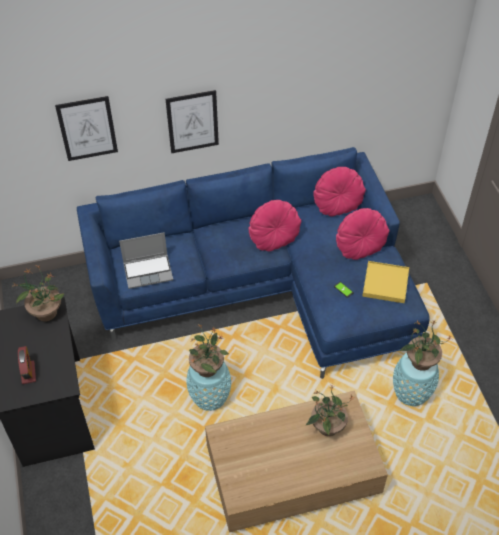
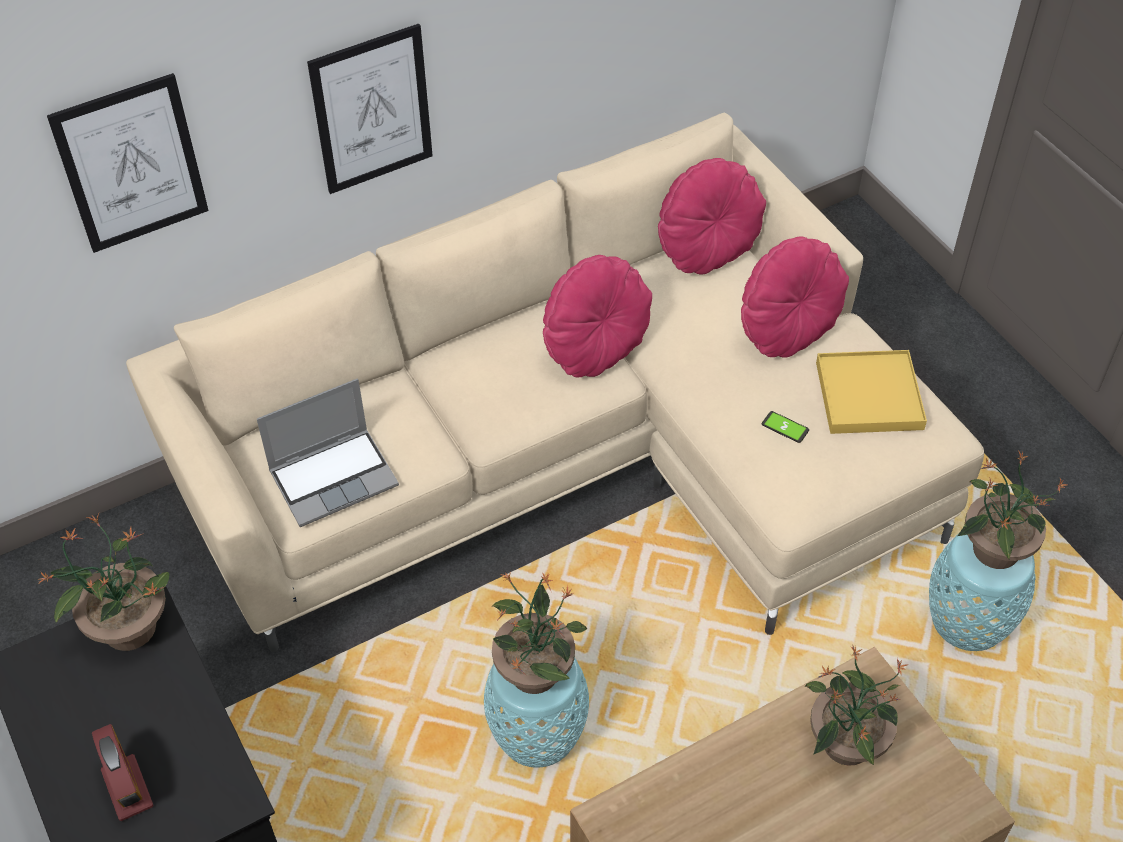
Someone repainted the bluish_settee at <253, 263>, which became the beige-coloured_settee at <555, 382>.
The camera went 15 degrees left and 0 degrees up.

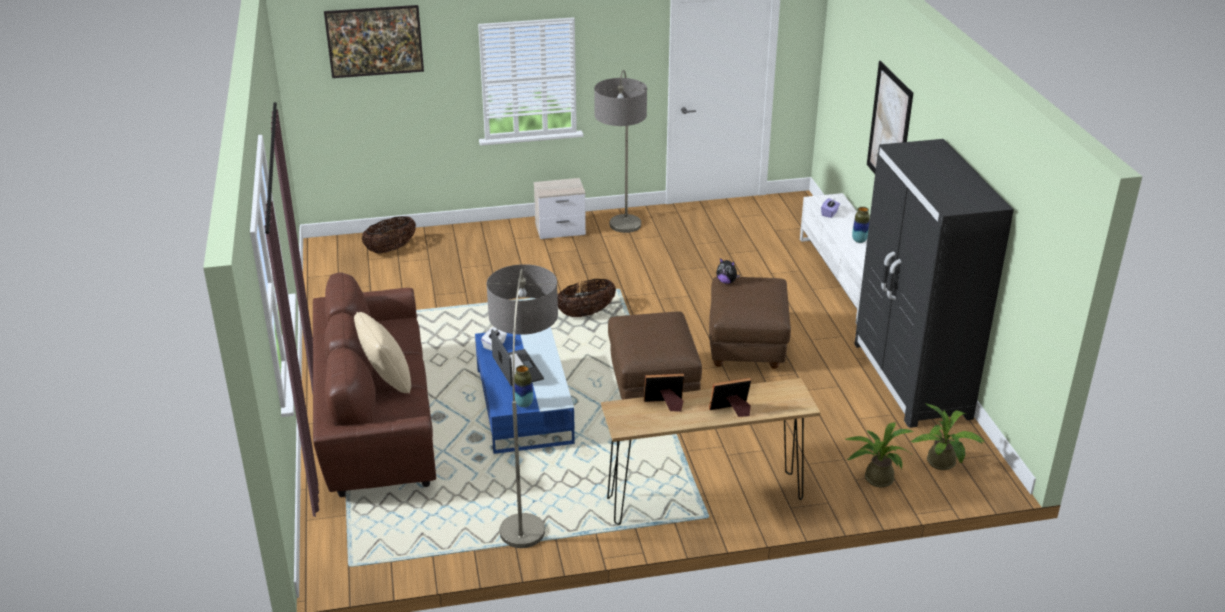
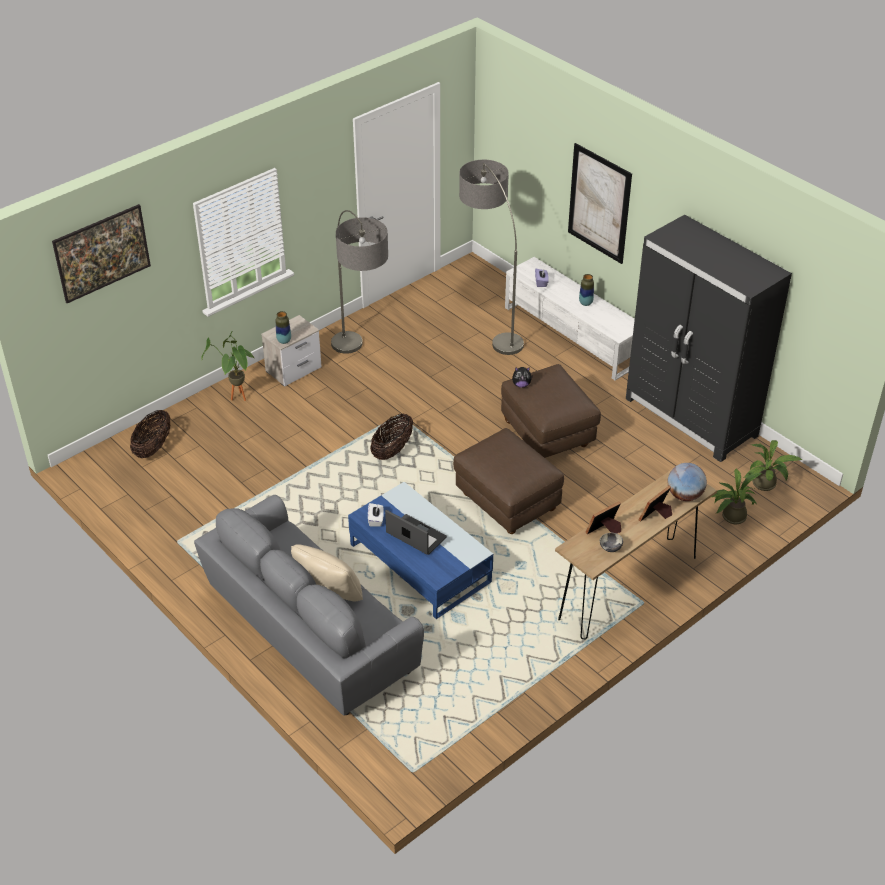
Someone repainted the brown-coloured_settee at <374, 384>, which became the greyish_settee at <309, 605>.
Someone put down the houseplant at <227, 365>.
Someone carried the flower_vase from <523, 386> to <283, 327>.
Someone carried the standing_lamp from <522, 406> to <491, 257>.
Someone put down the deep_dish at <611, 542>.
Someone put down the globe at <687, 482>.
The camera went 30 degrees left and 10 degrees up.

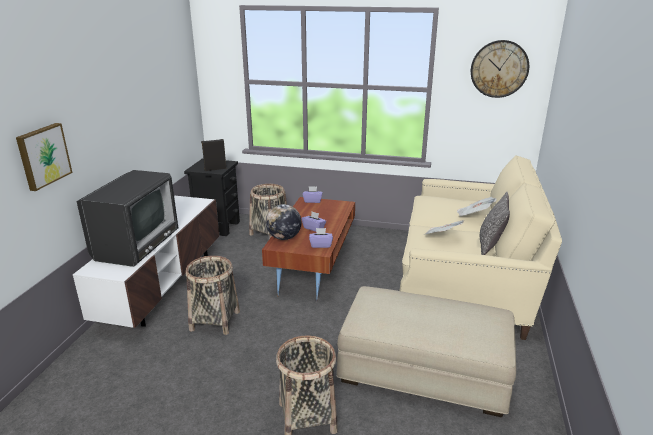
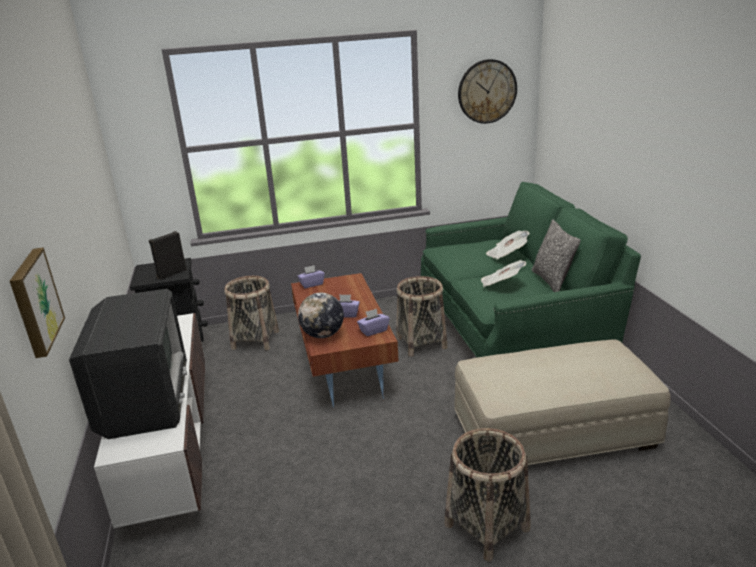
Someone carried the storage_basket from <213, 295> to <421, 316>.
Someone repainted the beige-coloured_settee at <480, 247>, which became the green-coloured_settee at <531, 270>.
The camera went 25 degrees left and 0 degrees up.

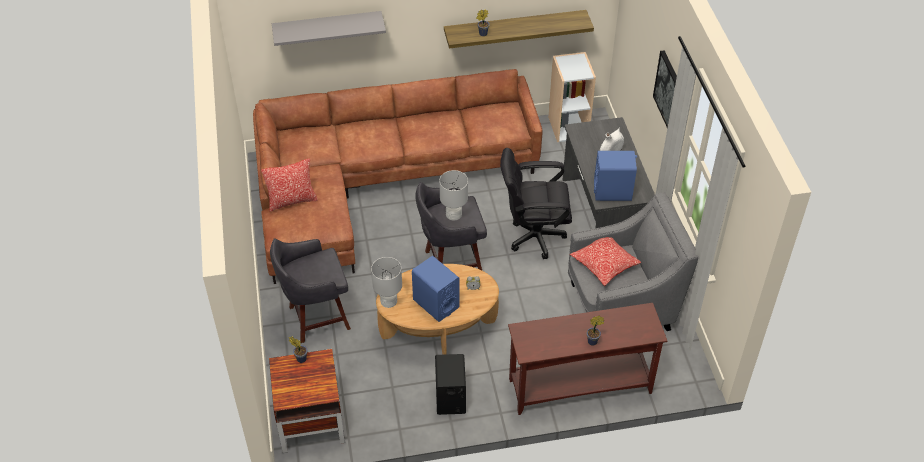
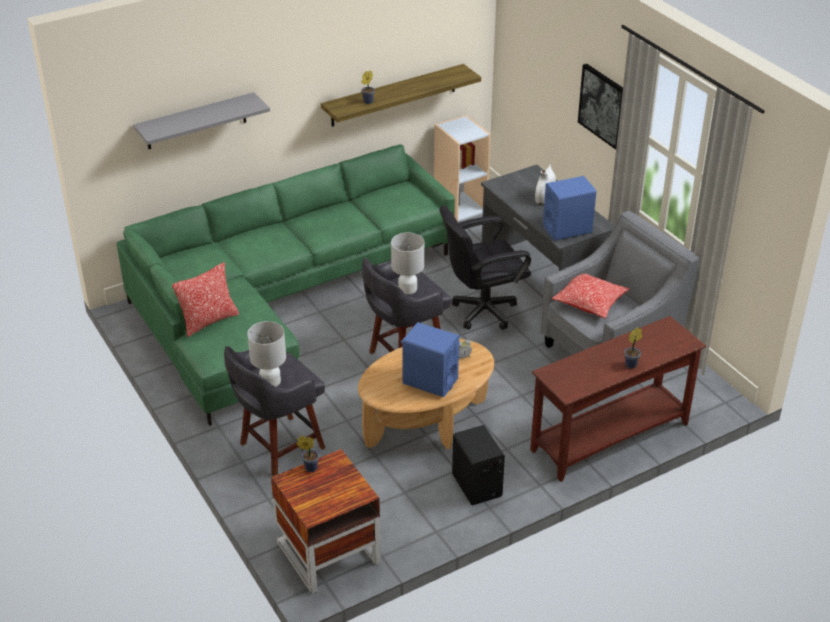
Someone repainted the brown-coloured_settee at <398, 176>, which became the green-coloured_settee at <286, 285>.
Someone carried the greyish_tabletop_lamp from <386, 282> to <266, 354>.
The camera went 20 degrees left and 10 degrees down.

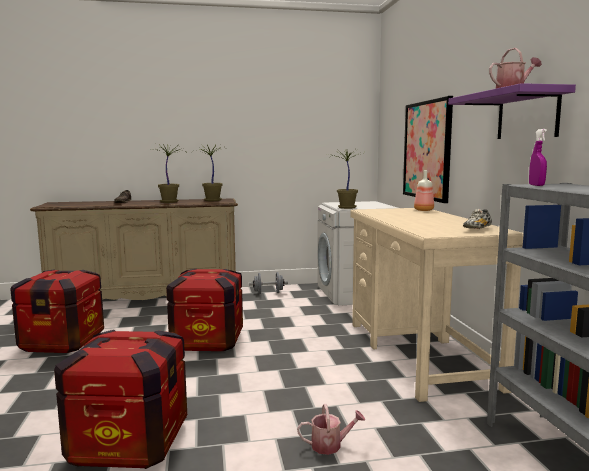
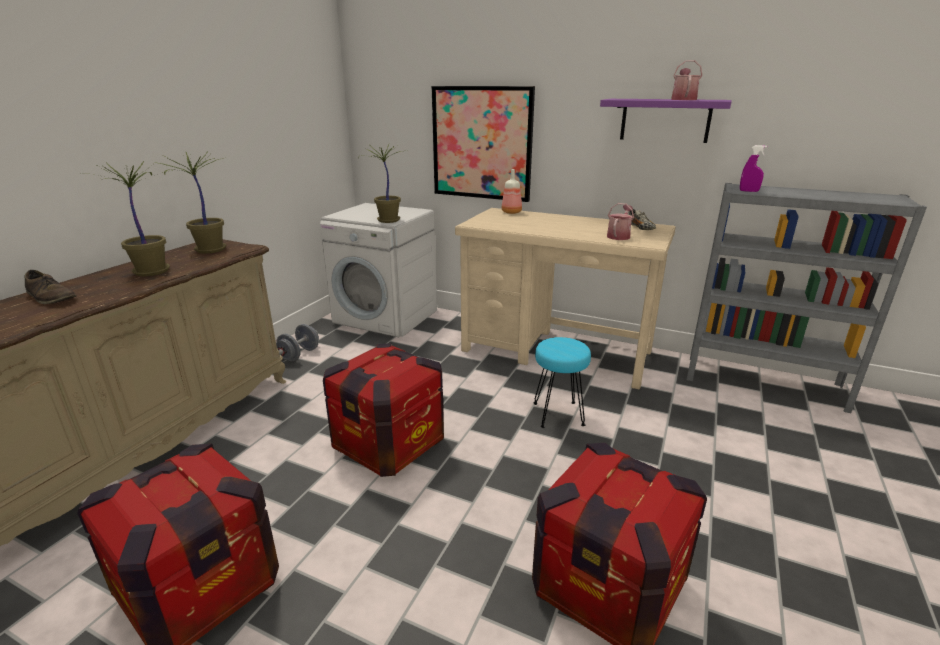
Someone put down the turquoise_stool at <562, 382>.
Someone carried the watering_can from <331, 429> to <620, 221>.
The camera went 55 degrees left and 15 degrees up.

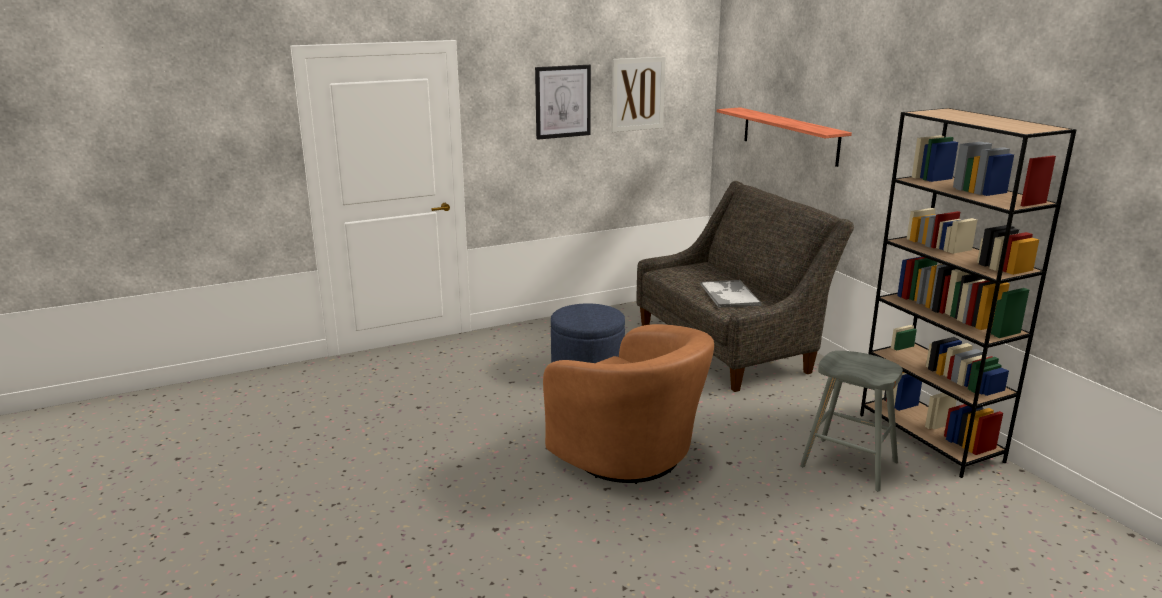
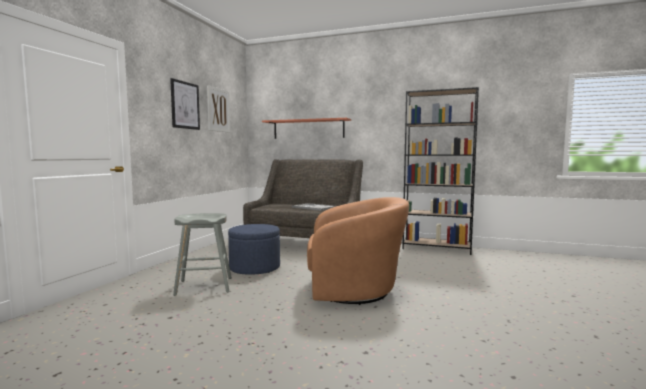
Someone carried the greyish_stool from <851, 421> to <202, 254>.
The camera went 45 degrees left and 15 degrees down.

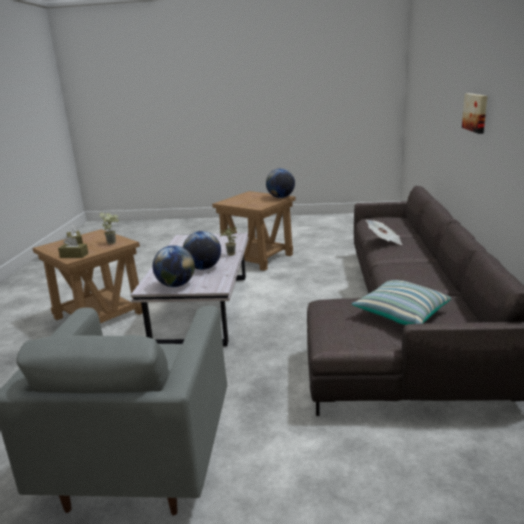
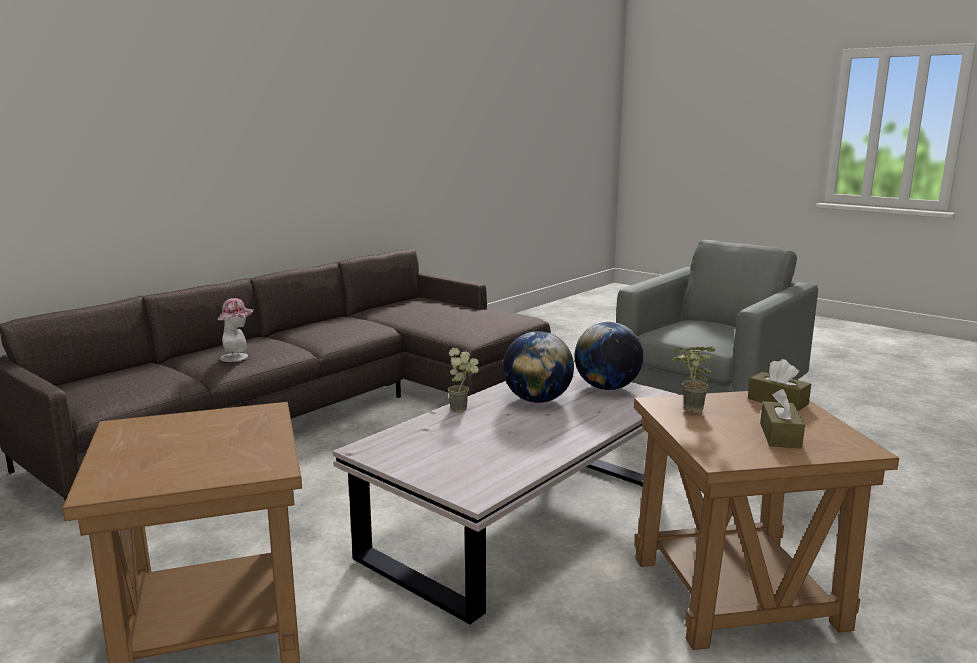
Someone swapped the printed_paper at <384, 232> for the wearable_hat at <235, 330>.
Someone took away the globe at <280, 183>.
Someone took away the throw_pillow at <401, 302>.
Someone took away the wall_art at <474, 113>.
The camera went 145 degrees left and 5 degrees down.

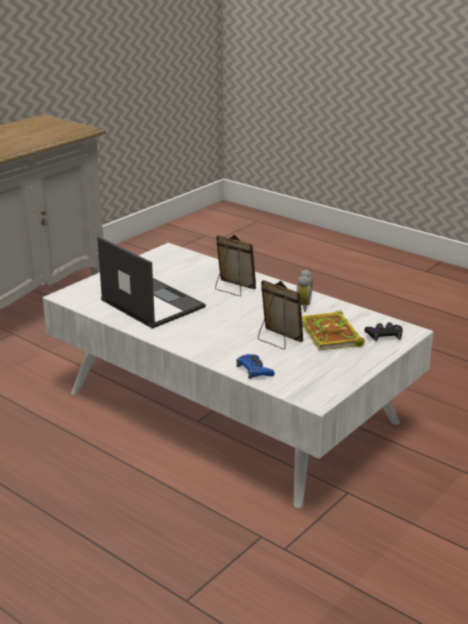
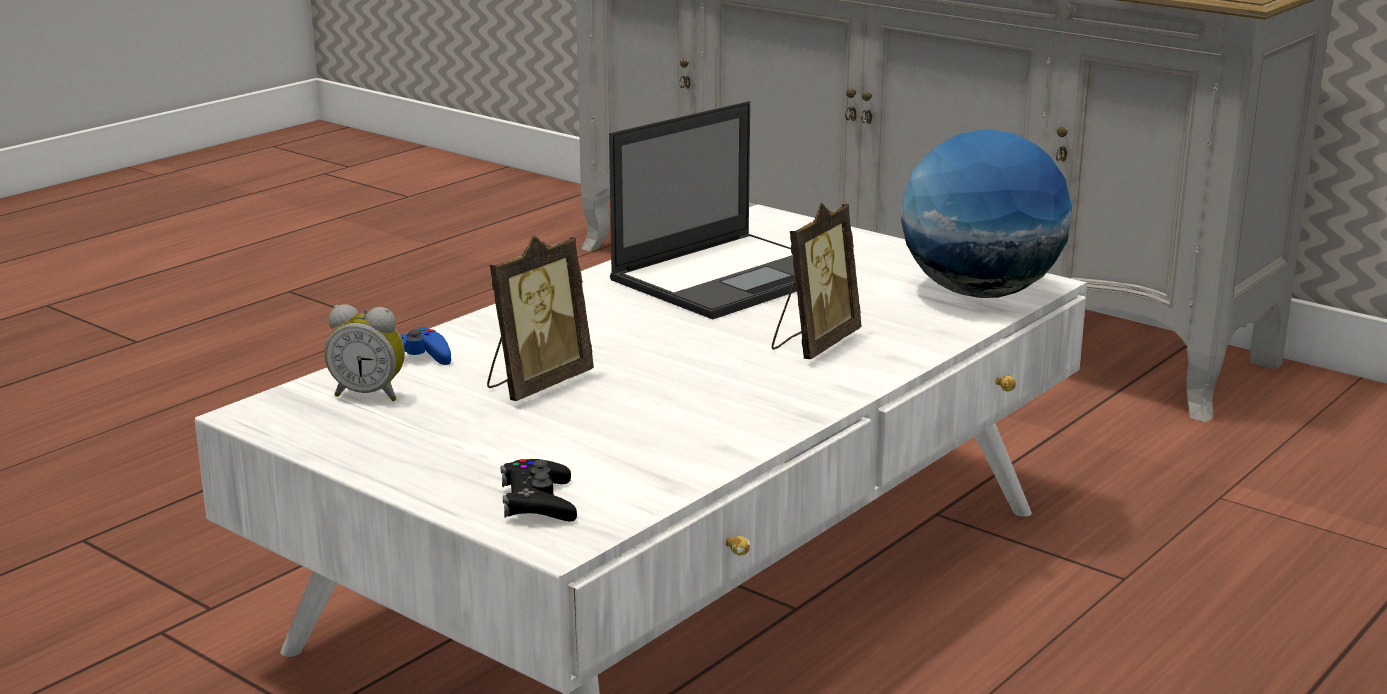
Someone carried the bedside_clock from <305, 290> to <364, 352>.
Someone put down the globe at <986, 213>.
Someone took away the volume at <333, 330>.
The camera went 90 degrees right and 5 degrees down.

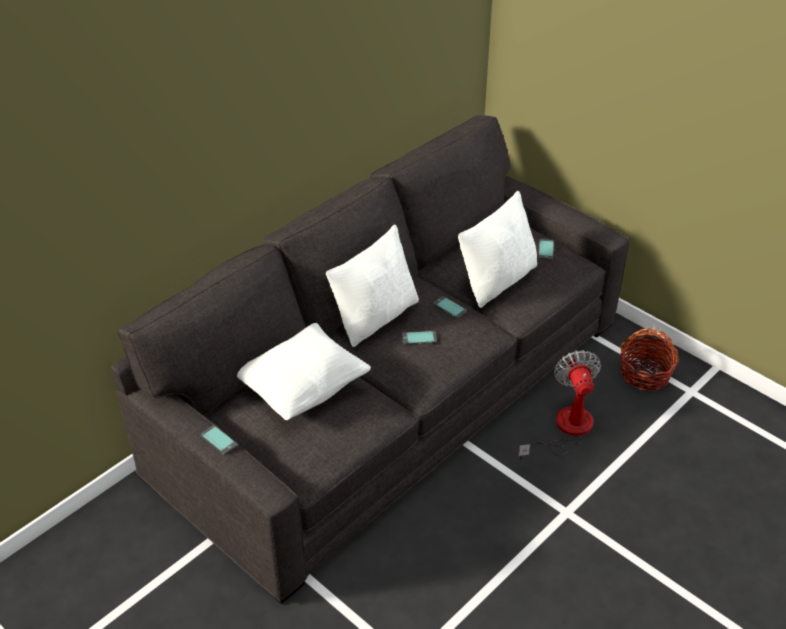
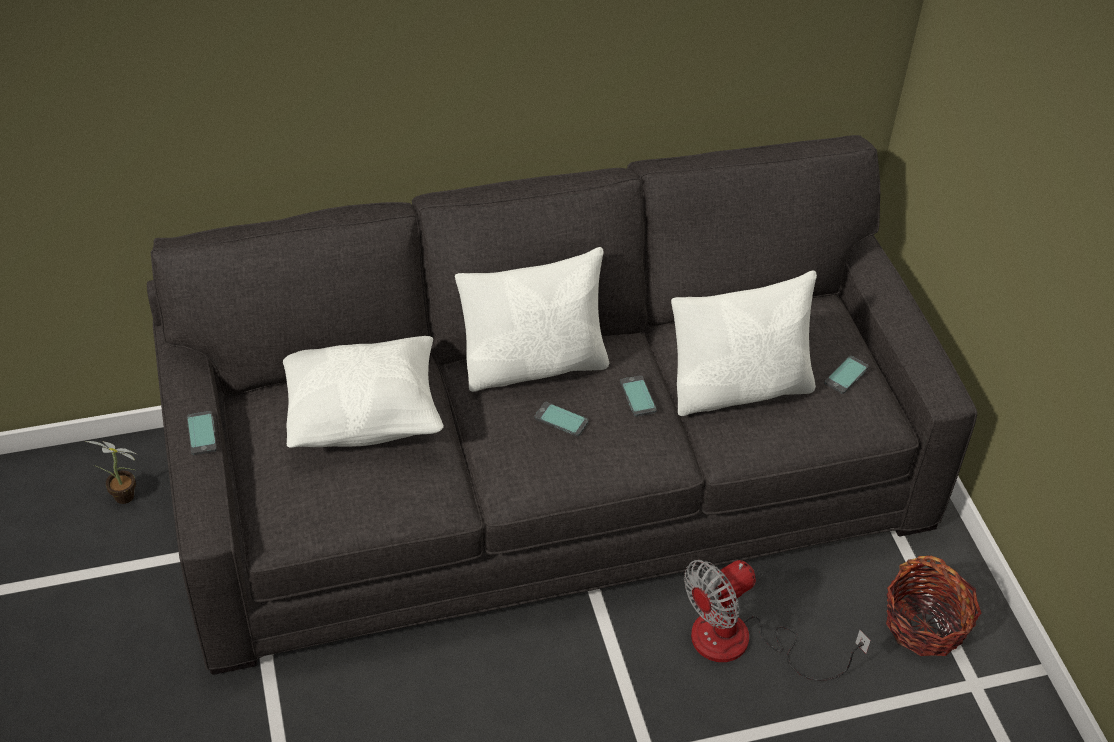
Someone put down the houseplant at <110, 472>.
Someone rotated the cooling_fan at <560, 405> by 150 degrees counterclockwise.
The camera went 30 degrees right and 5 degrees up.

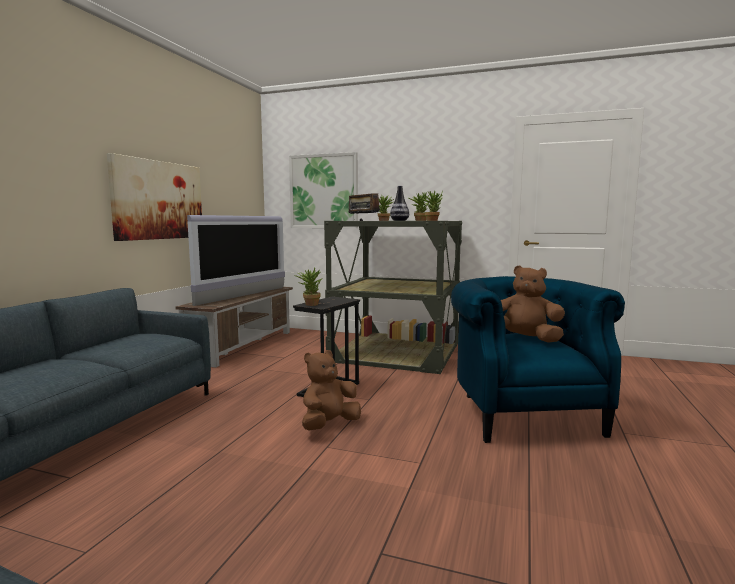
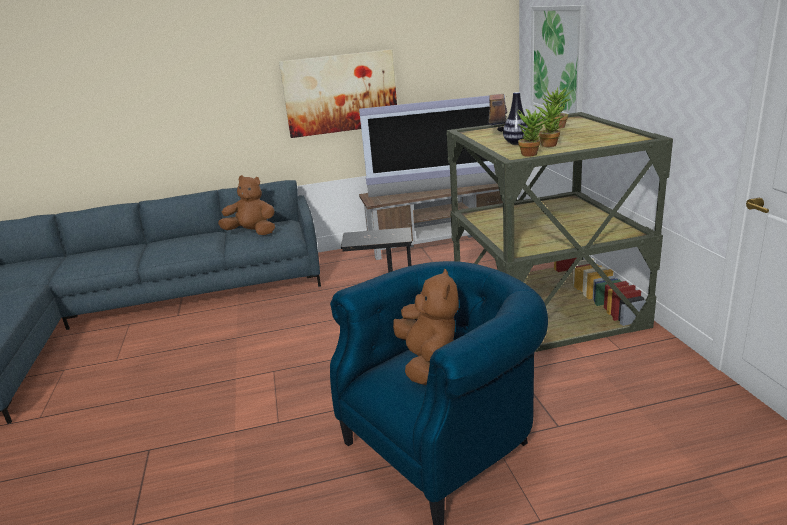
Someone carried the brown-coloured_cuddly_toy from <331, 390> to <246, 205>.
Someone took away the houseplant at <308, 286>.
The camera went 60 degrees right and 15 degrees up.

